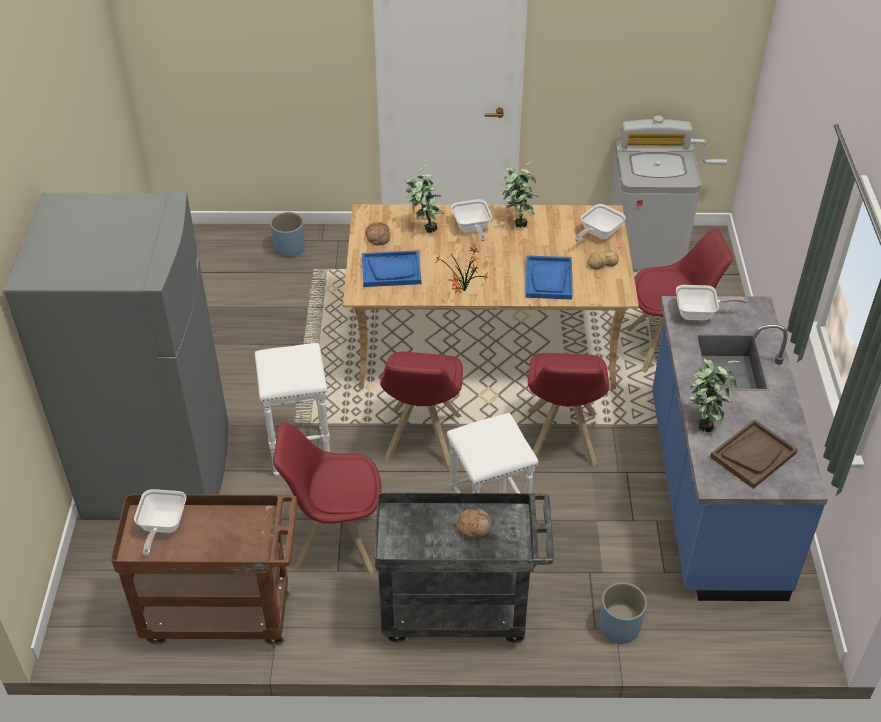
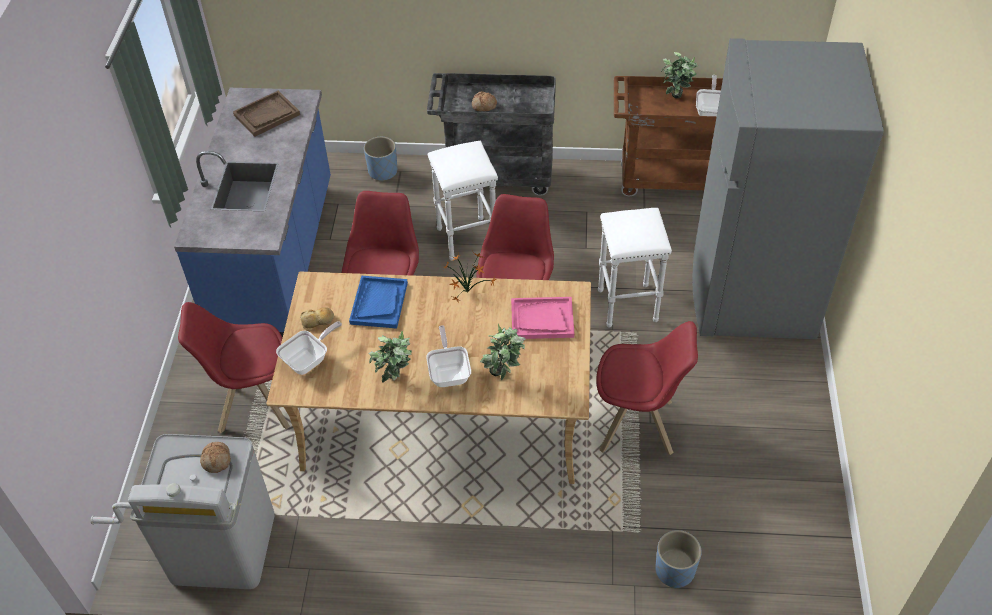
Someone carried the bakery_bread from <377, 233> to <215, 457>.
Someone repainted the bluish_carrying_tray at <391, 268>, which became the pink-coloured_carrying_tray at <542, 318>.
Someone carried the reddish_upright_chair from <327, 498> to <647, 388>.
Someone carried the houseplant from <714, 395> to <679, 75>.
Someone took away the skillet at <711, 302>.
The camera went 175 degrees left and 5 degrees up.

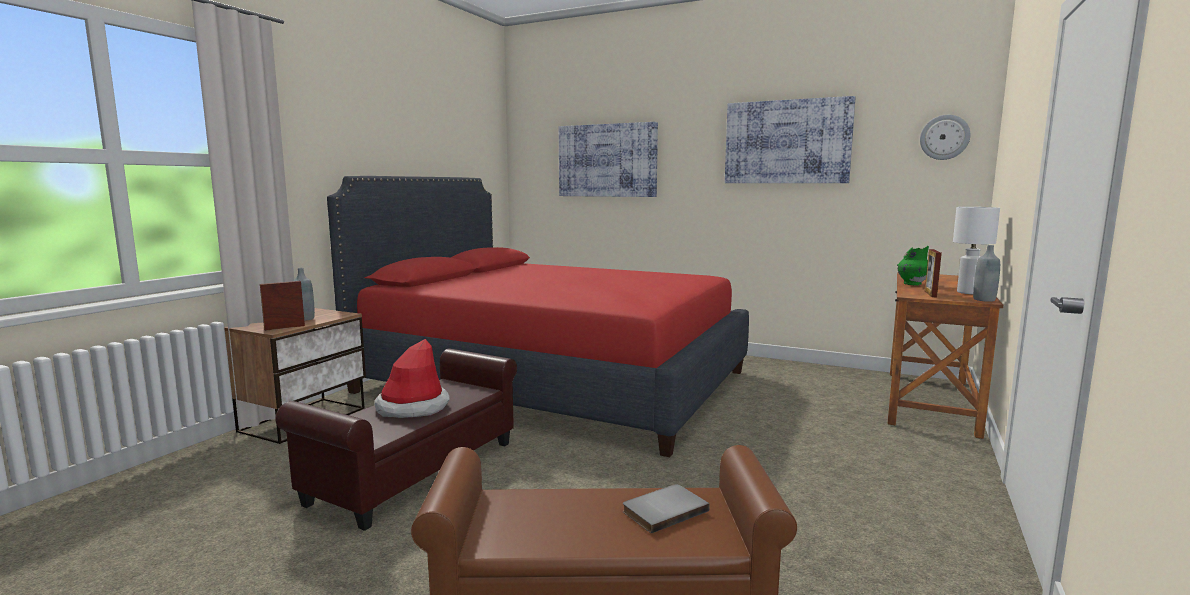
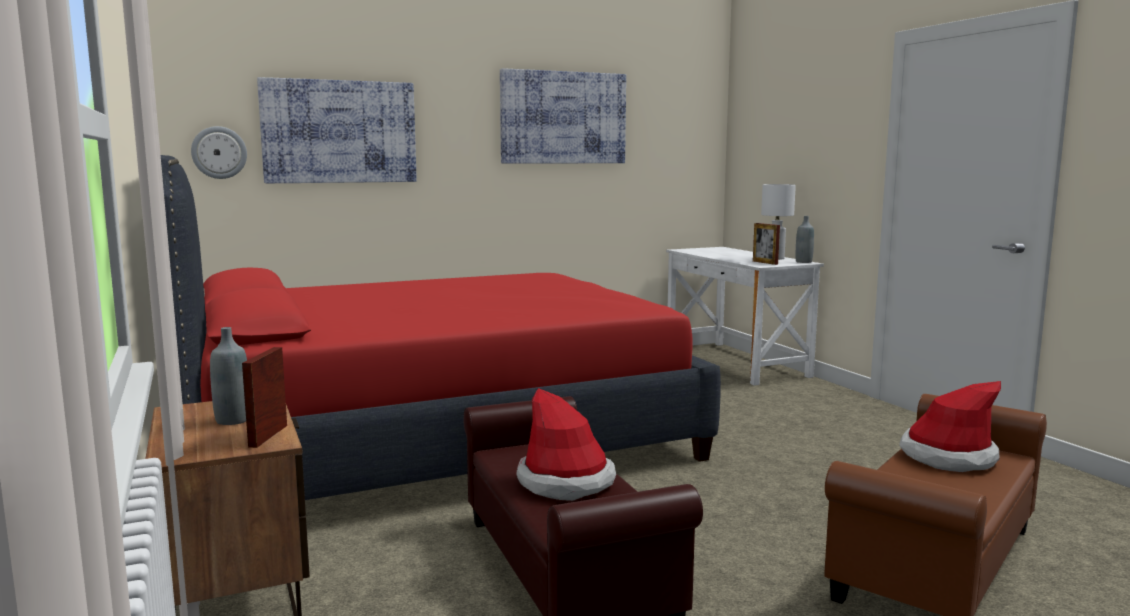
Someone carried the clock_on_the_wall from <945, 137> to <219, 152>.
Someone repainted the brown-coloured_desk at <945, 355>, which became the white_desk at <745, 316>.
Someone swapped the greyish_volume at <666, 508> for the wearable_hat at <950, 426>.
Someone took away the green-coloured_flower_vase at <913, 265>.
The camera went 50 degrees left and 0 degrees up.

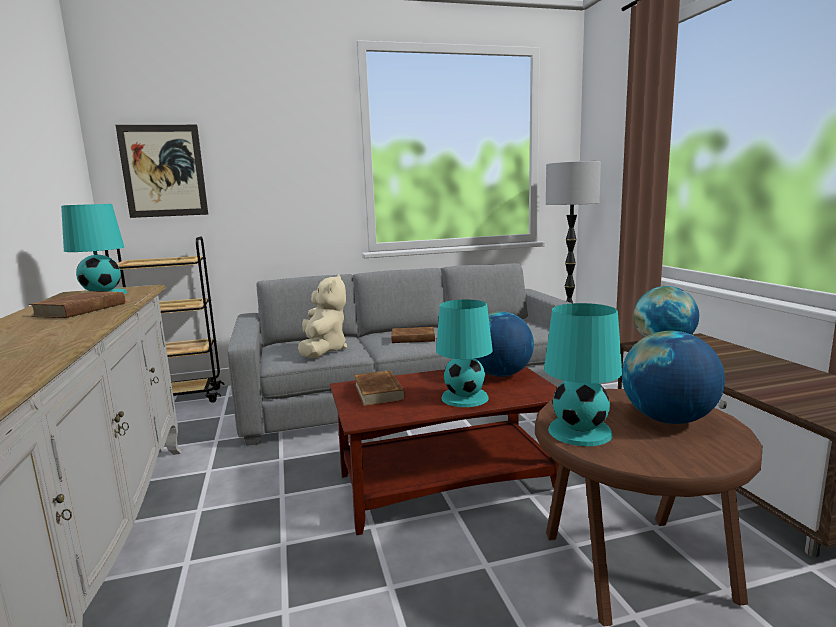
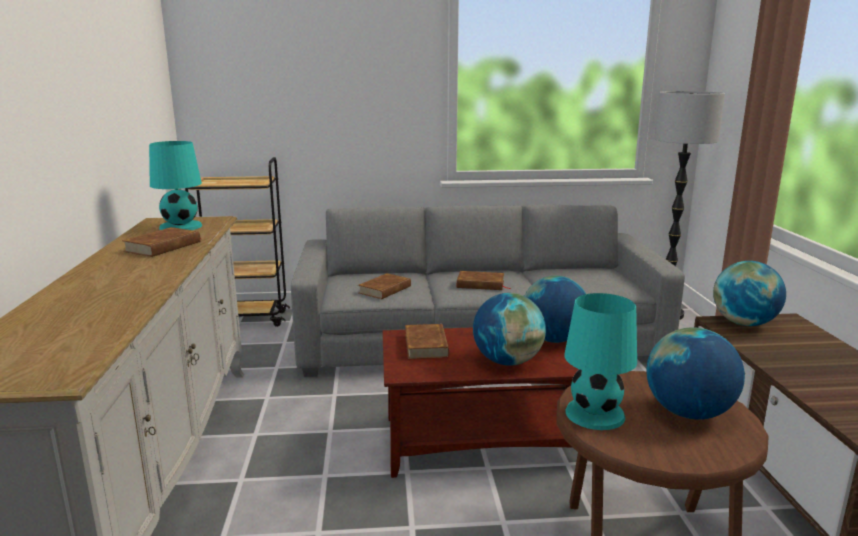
Someone swapped the beige-coloured_cuddly_toy at <322, 316> for the brown-coloured_volume at <384, 286>.
Someone swapped the turquoise_tabletop_lamp at <464, 353> for the globe at <509, 329>.
Someone took away the wall_art at <162, 171>.
The camera went 10 degrees right and 5 degrees up.

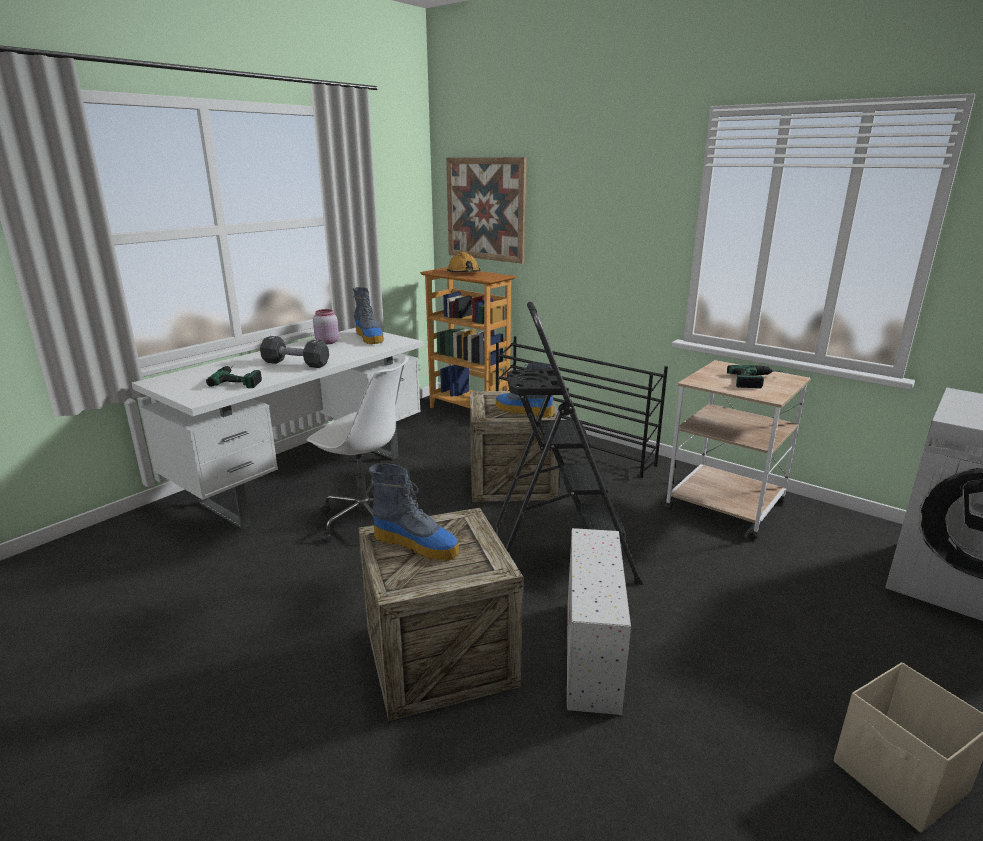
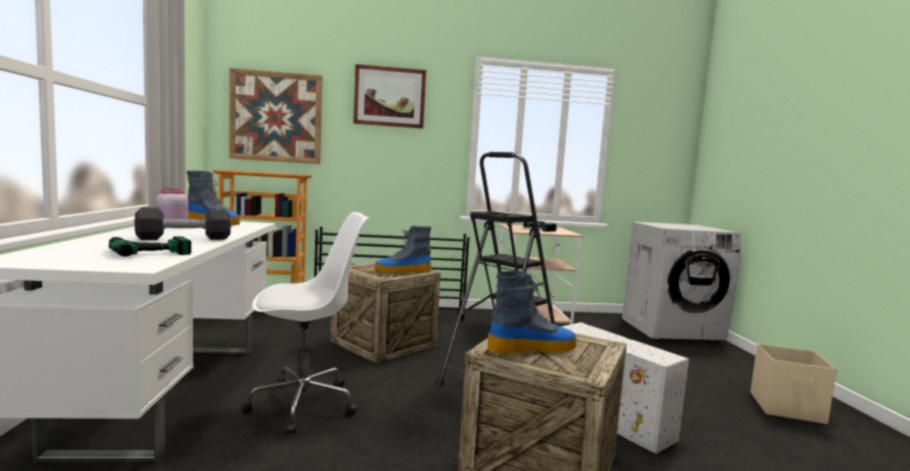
Someone put up the wall_art at <389, 96>.
Someone took away the orange-coloured_hard_hat at <463, 262>.
The camera went 45 degrees left and 15 degrees down.

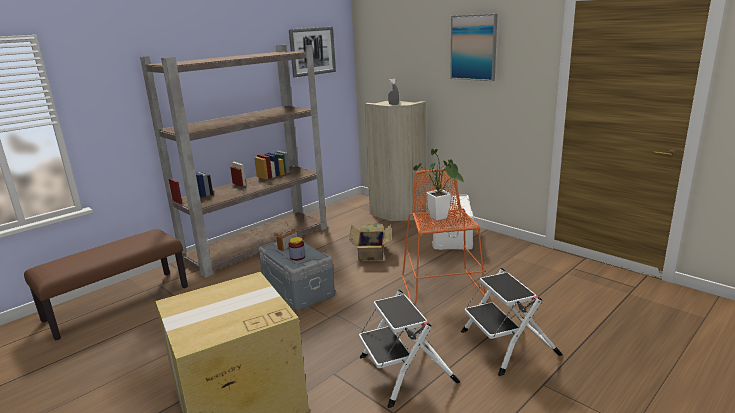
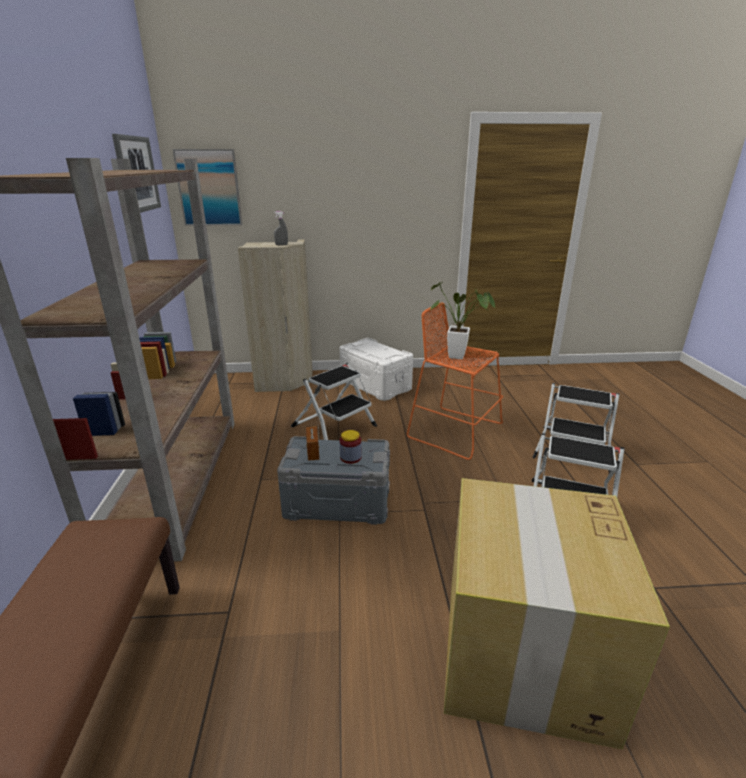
Someone carried the wall_art from <473, 47> to <208, 187>.
Someone swapped the cardboard_box at <370, 242> for the stepladder at <334, 401>.
The camera went 50 degrees left and 5 degrees up.

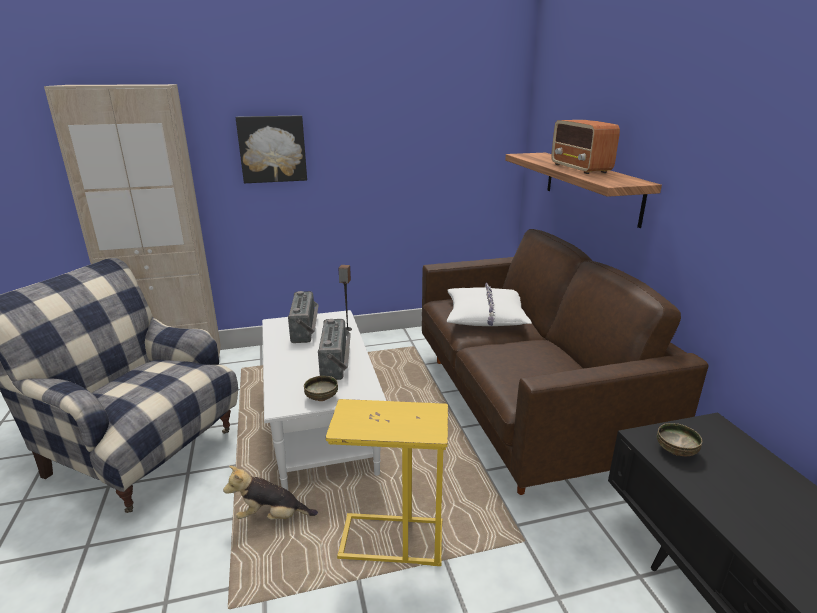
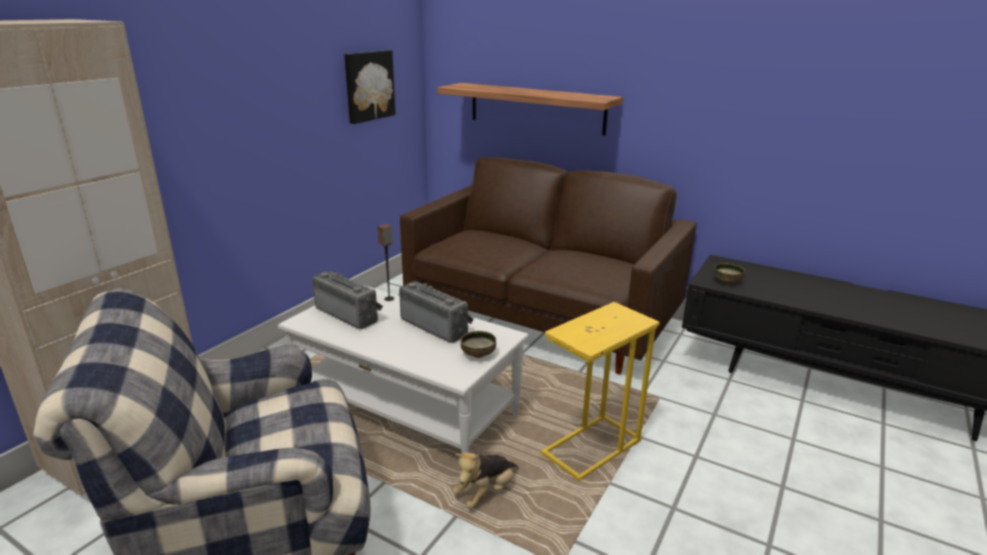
Someone carried the wall_art from <271, 149> to <370, 87>.
Someone took away the white_throw_pillow at <489, 304>.
Someone took away the radio_set at <585, 147>.
The camera went 45 degrees left and 0 degrees up.

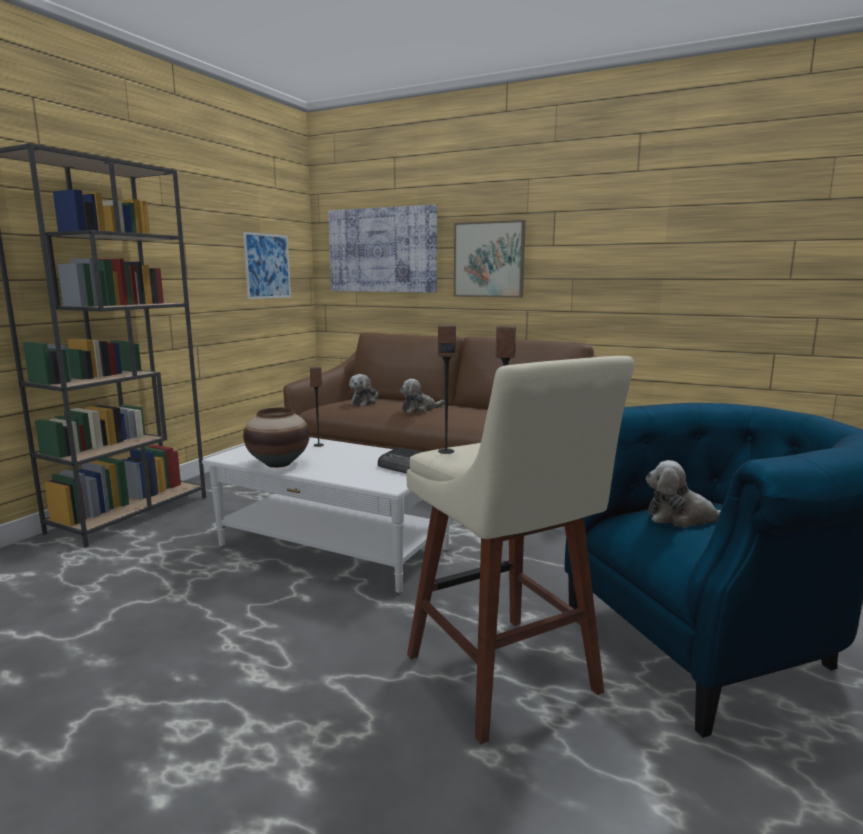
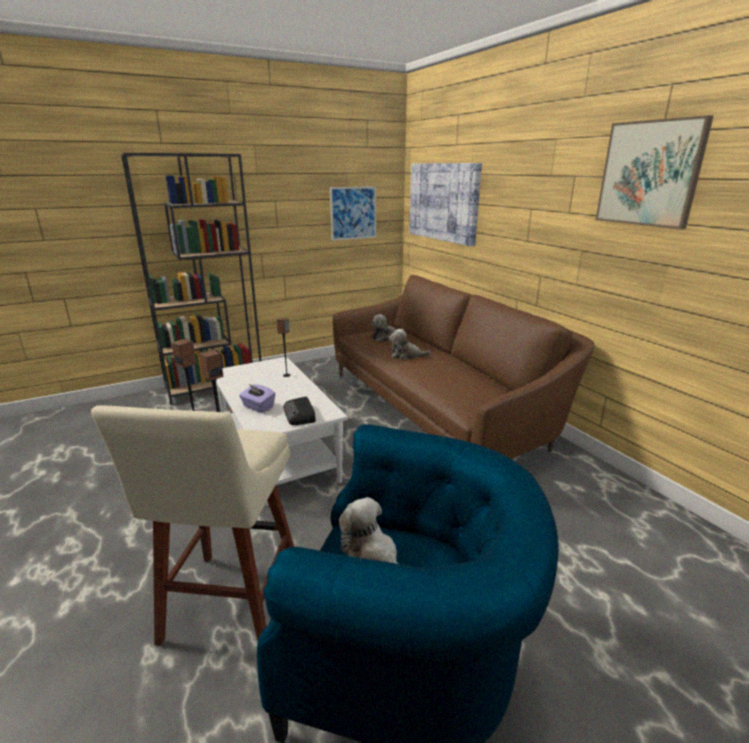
Someone put down the purple-coloured_box_of_tissues at <257, 398>.
Someone carried the wall_art from <490, 259> to <654, 172>.
Someone took away the flower_vase at <276, 438>.
The camera went 35 degrees right and 10 degrees up.

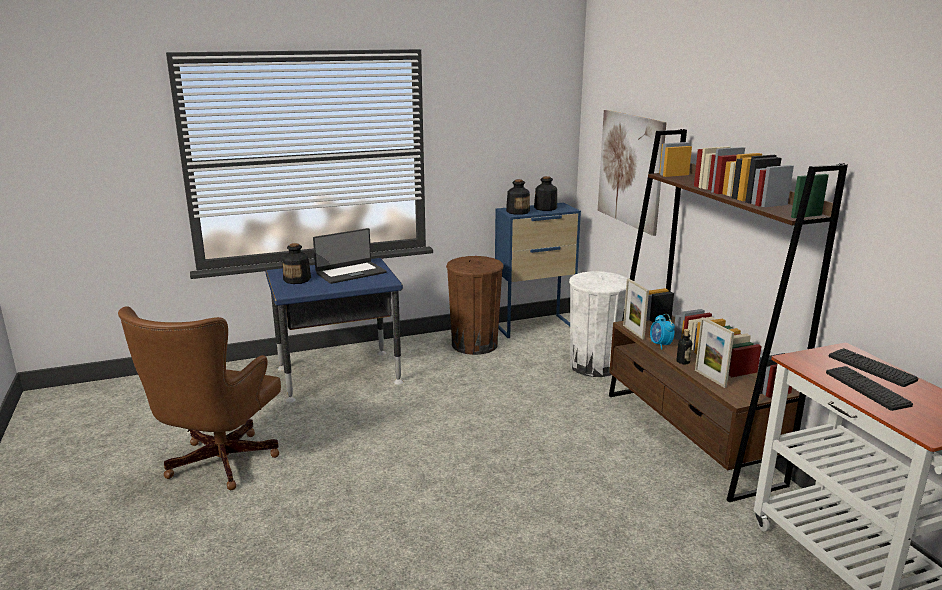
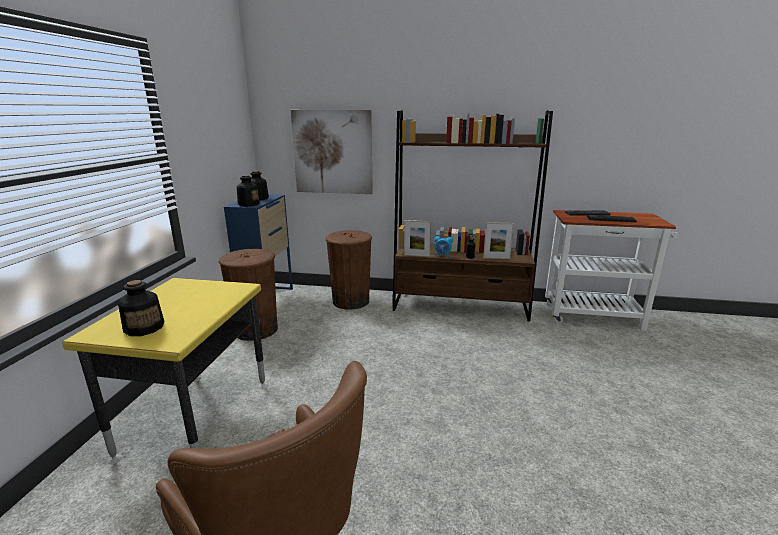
Someone repainted the bluish_desk at <335, 330>, which became the yellow_desk at <165, 371>.
Someone repainted the white_waste_bin at <598, 324>, which became the brown-coloured_waste_bin at <349, 270>.
Someone took away the portable_computer at <350, 256>.
The camera went 60 degrees left and 0 degrees up.

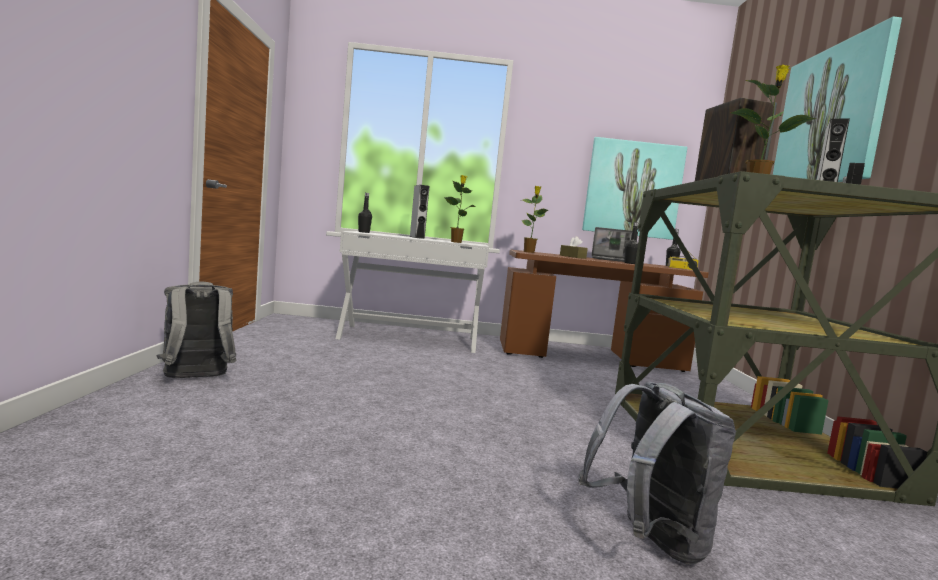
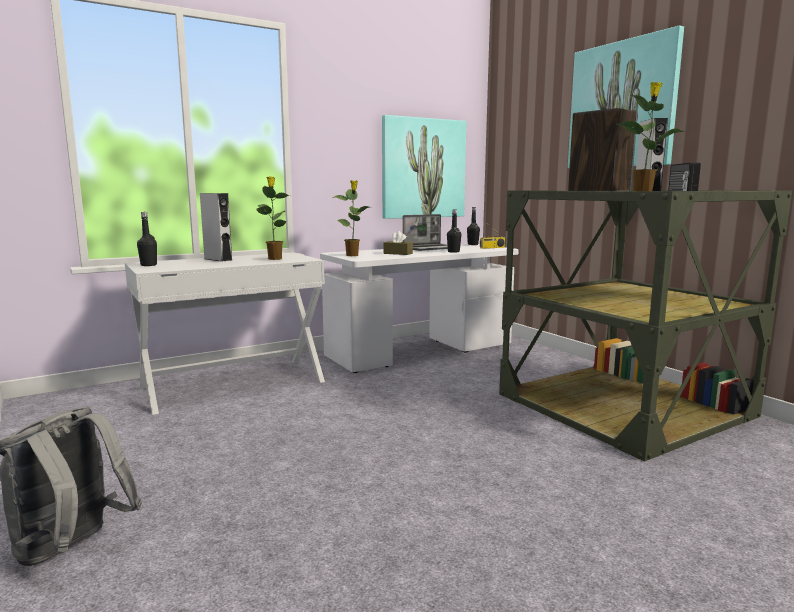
Someone repainted the brown-coloured_desk at <604, 310>, which became the white_desk at <419, 308>.
Someone took away the greyish_rucksack at <657, 473>.
The camera went 30 degrees left and 5 degrees up.

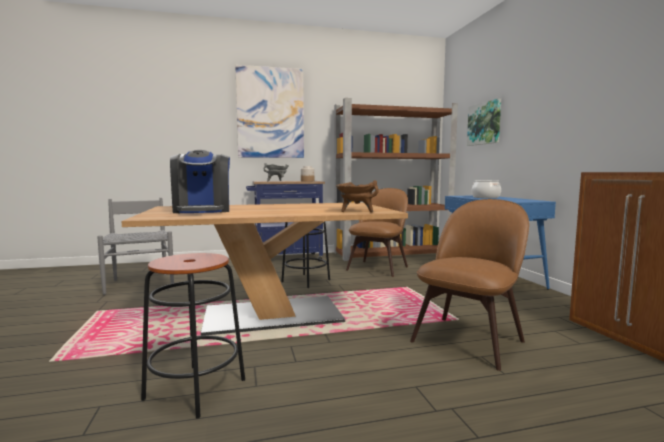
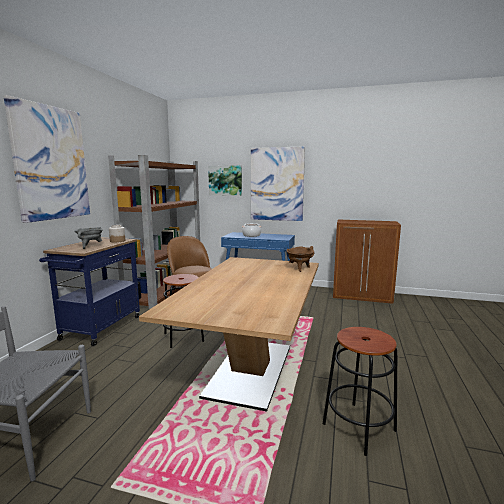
Someone put up the wall_art at <278, 183>.
Someone took away the coffee_machine at <200, 181>.
Someone took away the brown-coloured_upright_chair at <469, 285>.
The camera went 60 degrees left and 5 degrees up.

